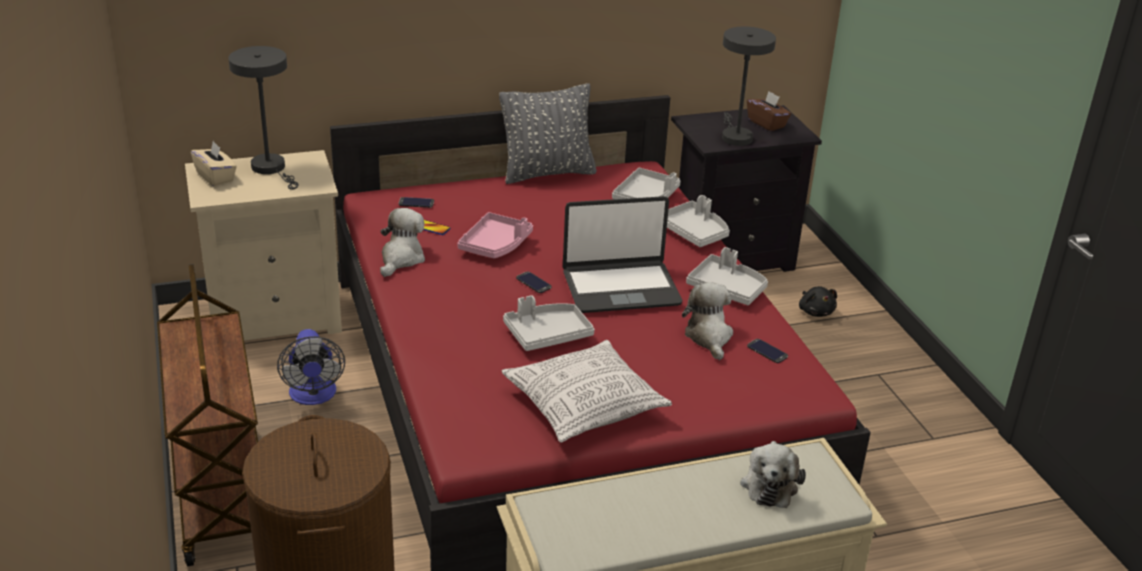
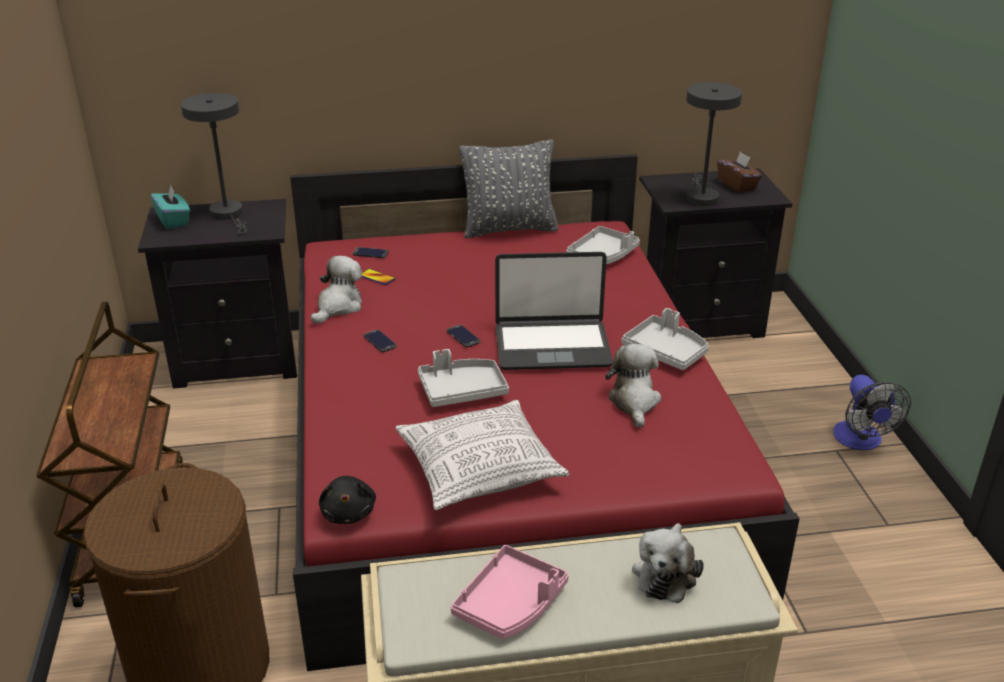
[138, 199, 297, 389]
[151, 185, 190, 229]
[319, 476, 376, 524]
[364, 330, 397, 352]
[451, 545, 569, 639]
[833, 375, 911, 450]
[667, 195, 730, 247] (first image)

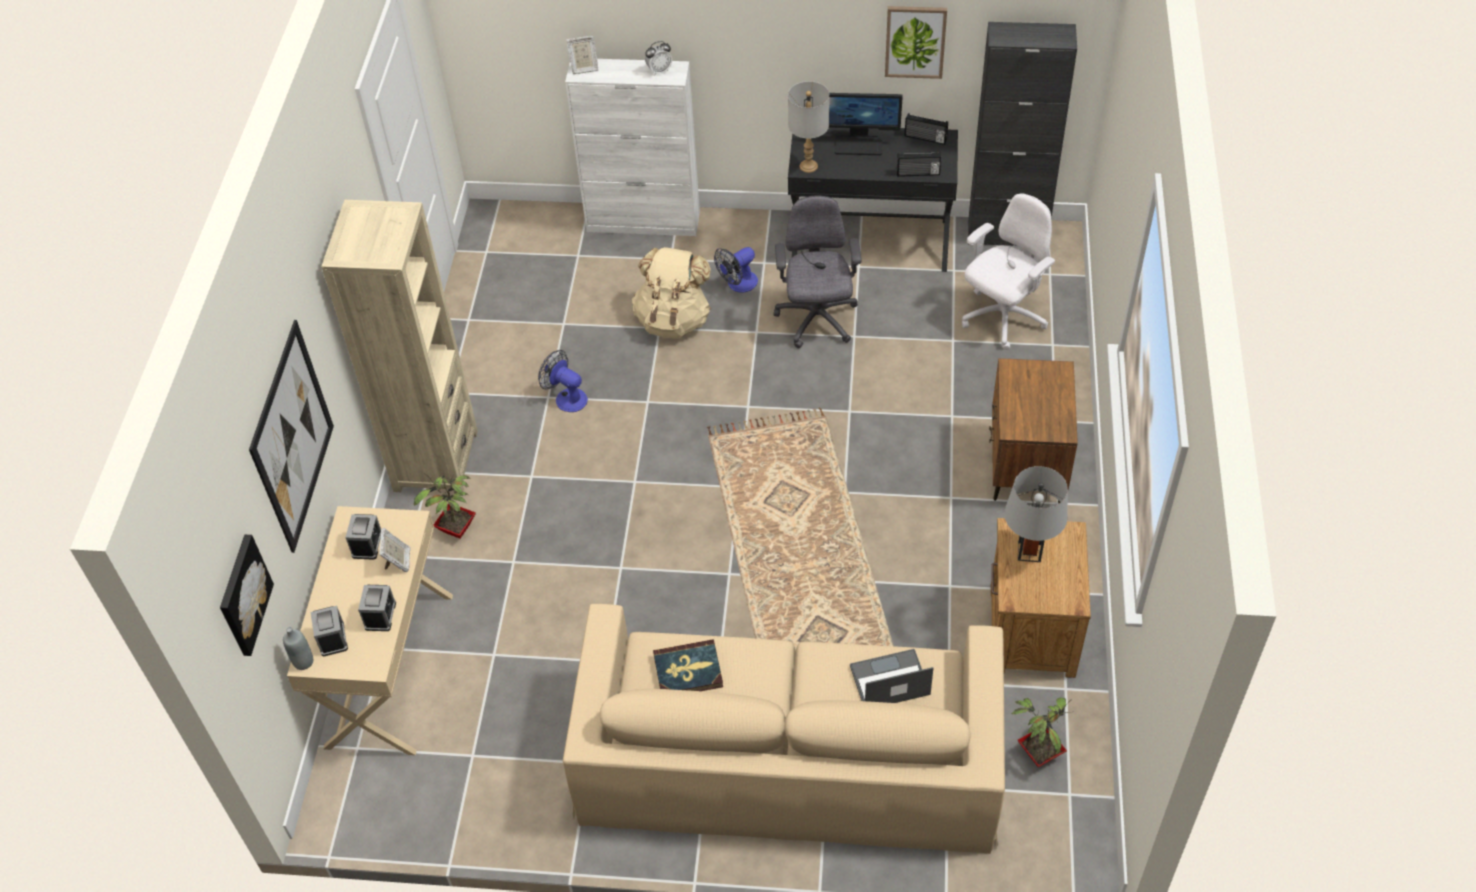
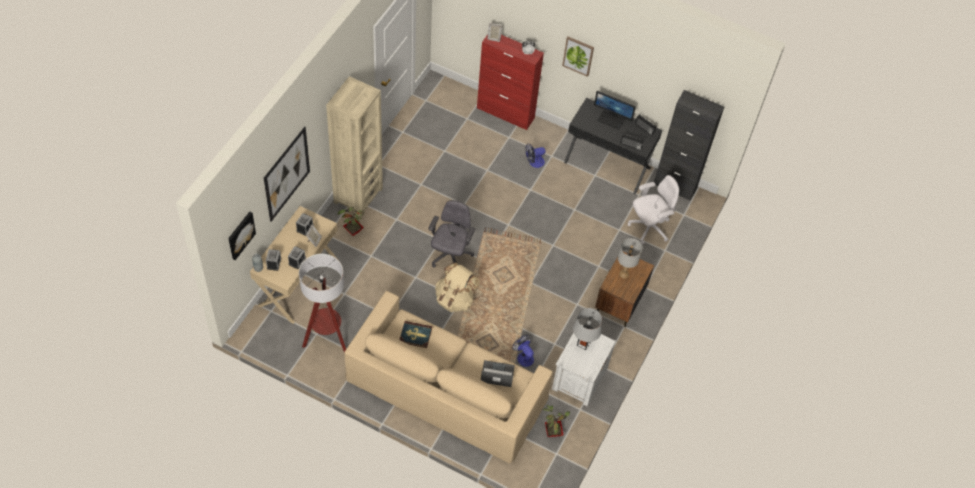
[299, 254, 346, 353]
[429, 200, 475, 268]
[435, 262, 480, 312]
[477, 35, 544, 130]
[512, 335, 534, 367]
[552, 325, 616, 406]
[562, 37, 594, 77]
[618, 238, 643, 279]

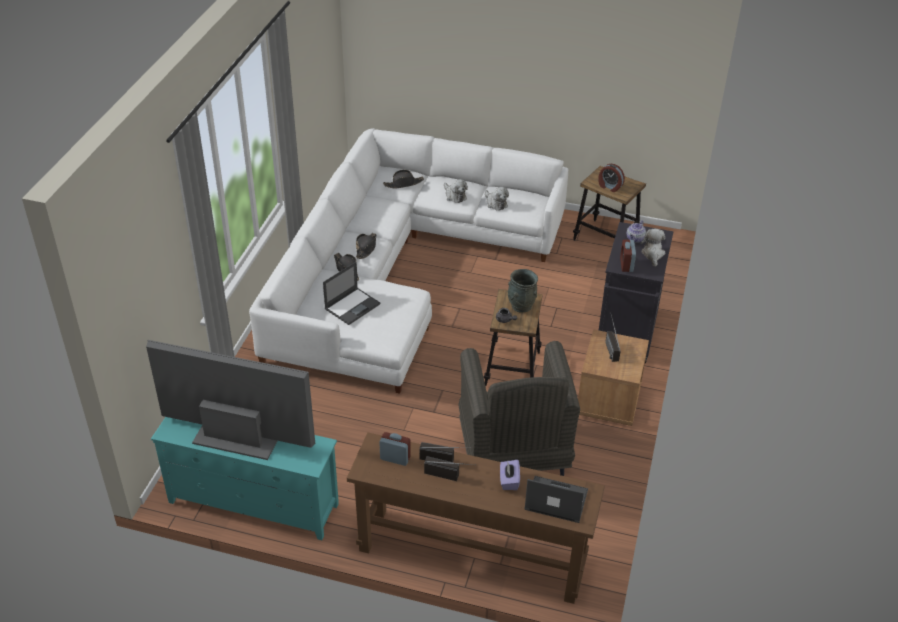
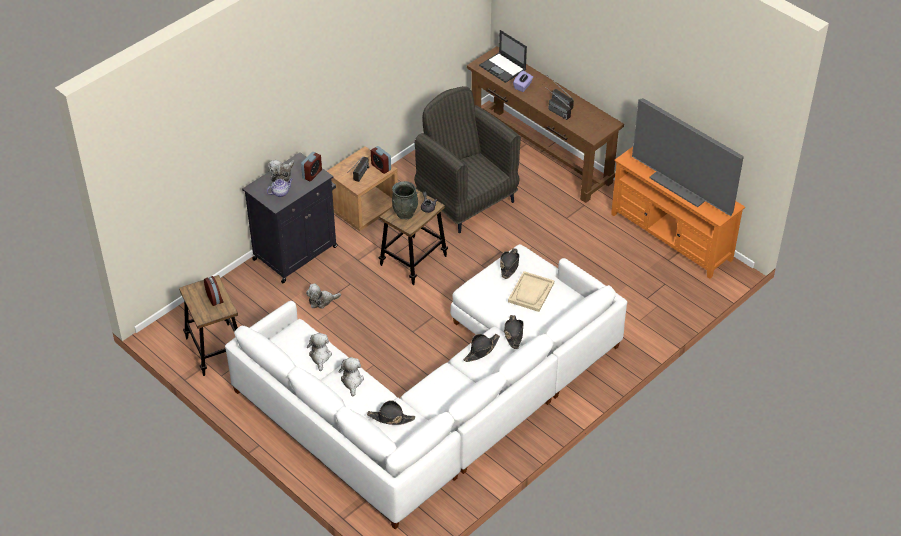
[306, 284, 341, 309]
[371, 146, 391, 174]
[414, 86, 521, 233]
[500, 248, 519, 279]
[508, 271, 554, 312]
[611, 147, 745, 279]

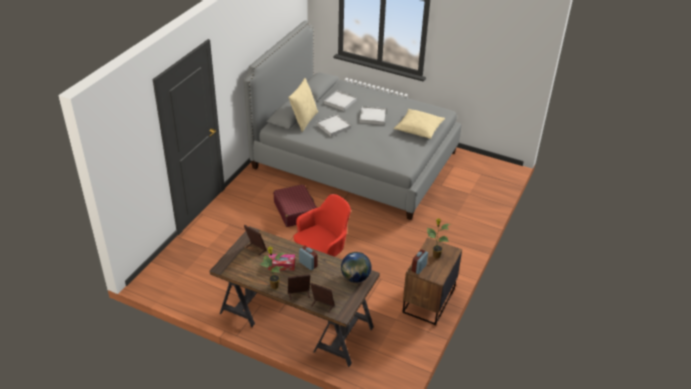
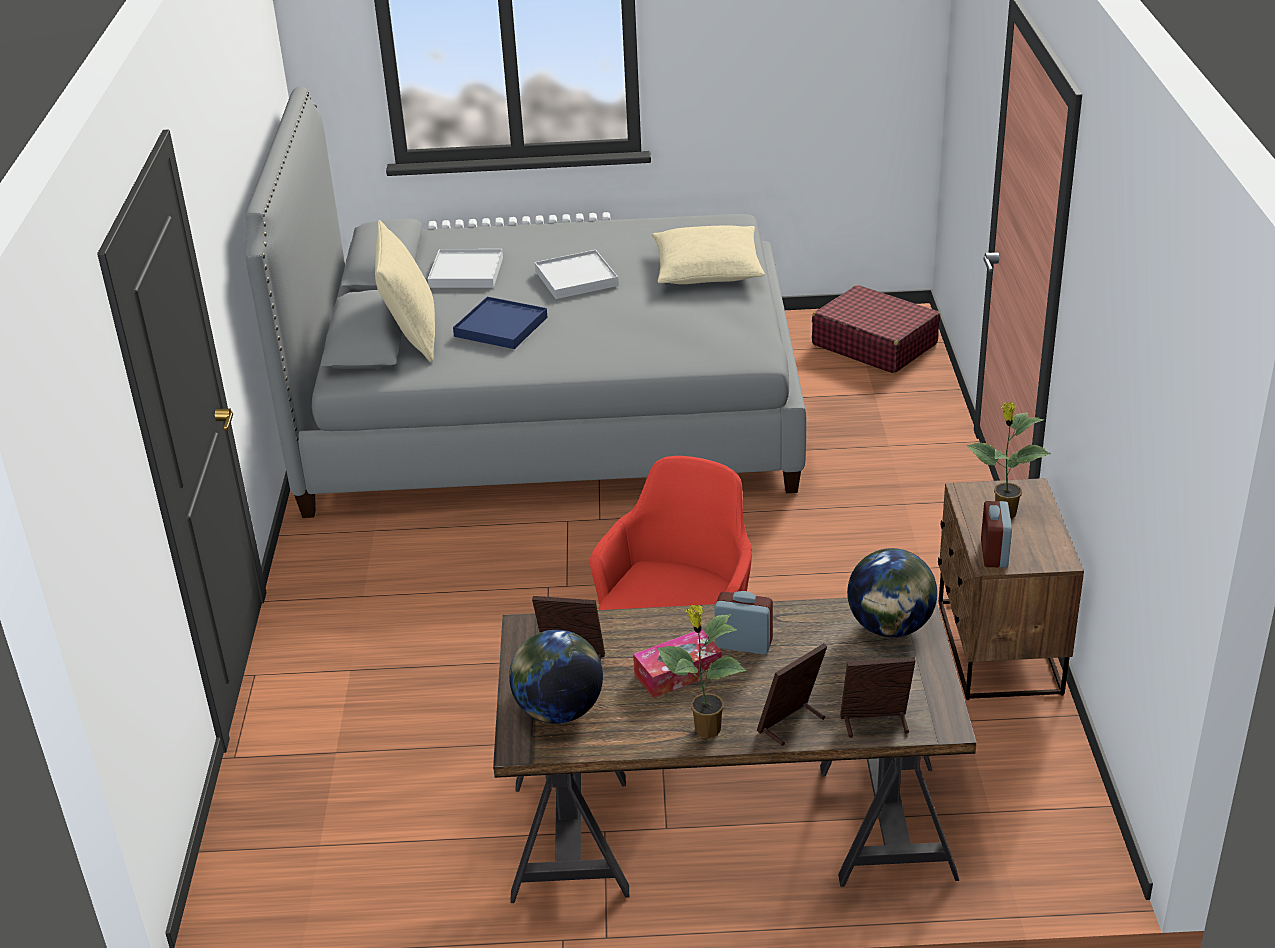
[453, 297, 547, 349]
[509, 629, 603, 724]
[812, 285, 941, 373]

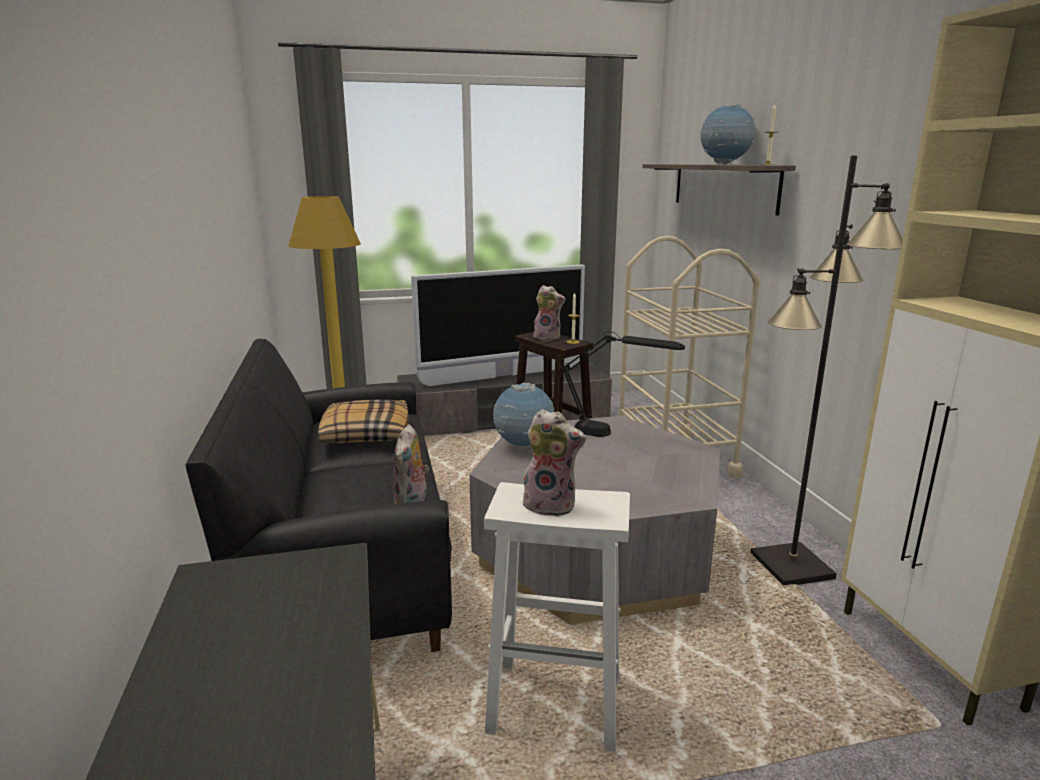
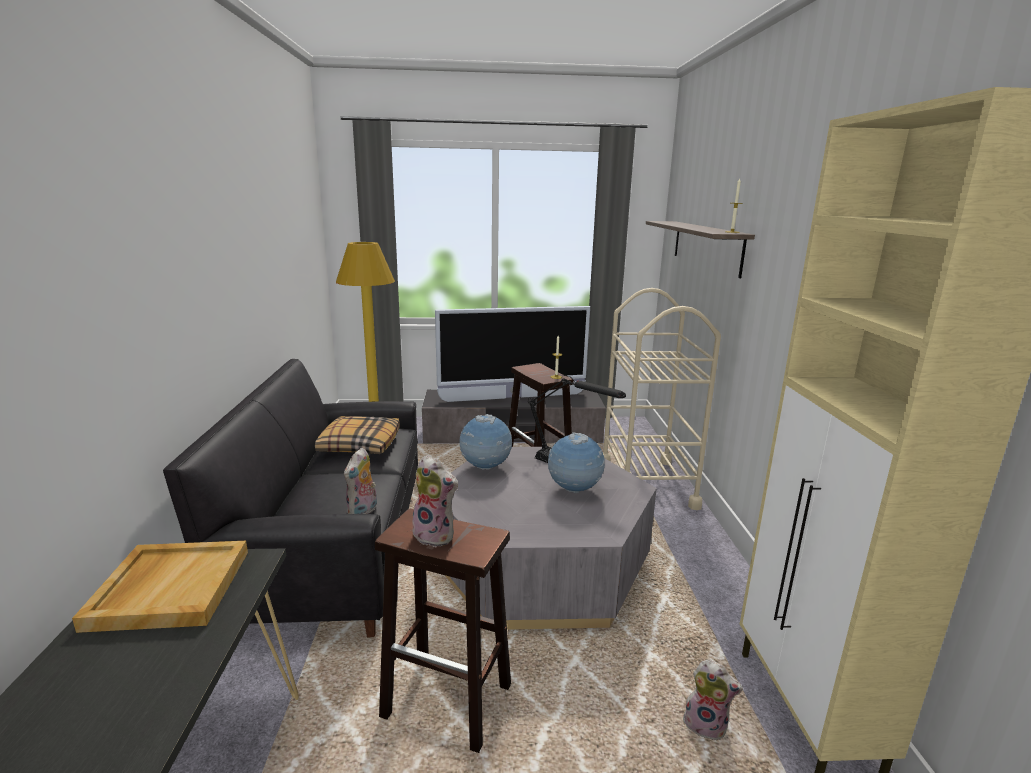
[72, 541, 248, 633]
[375, 509, 511, 753]
[548, 432, 605, 493]
[683, 660, 743, 740]
[750, 155, 903, 585] (first image)

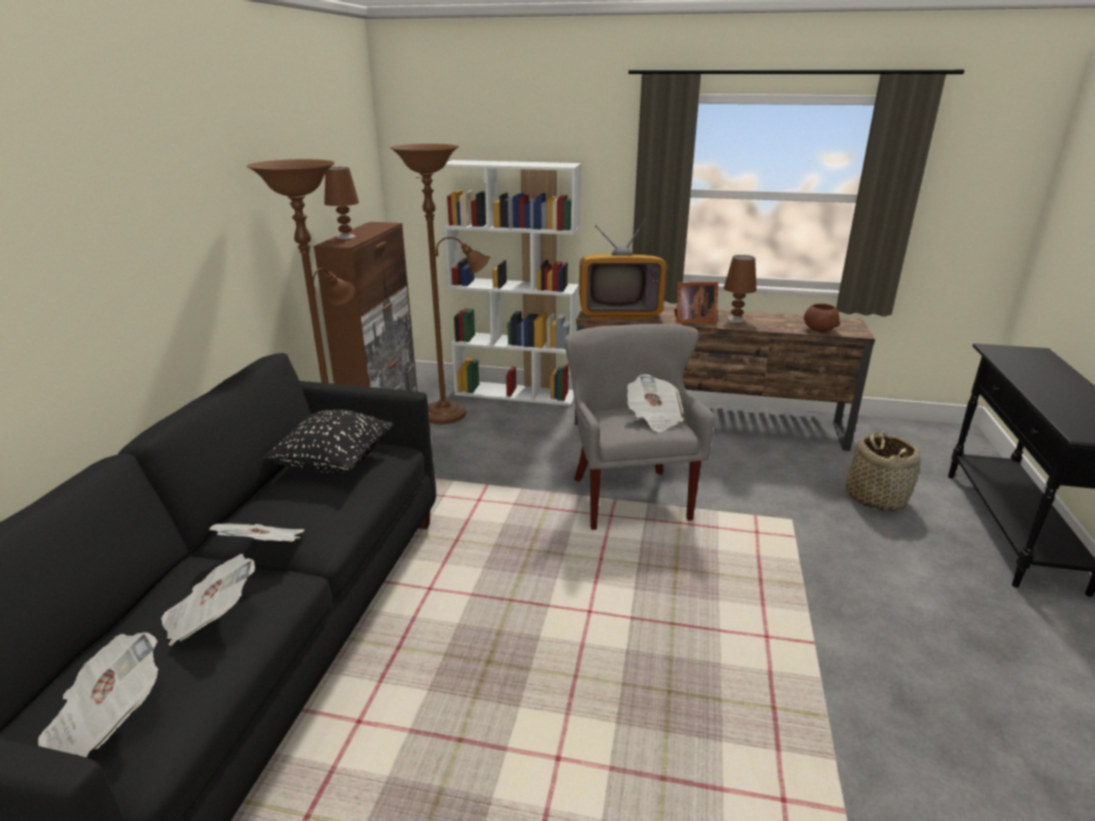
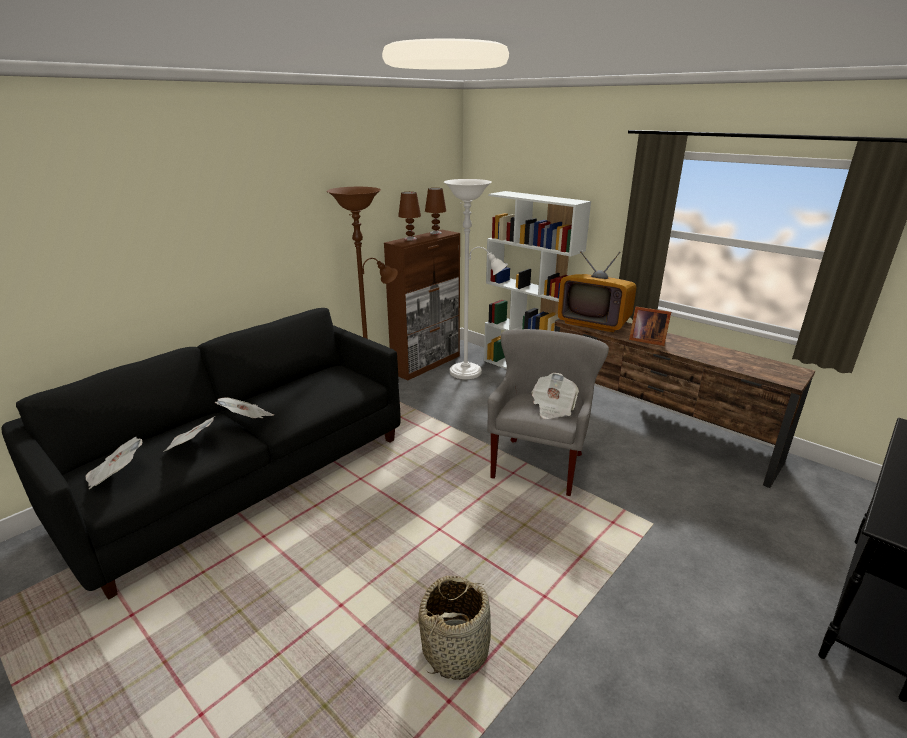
[418, 575, 491, 680]
[425, 188, 446, 234]
[444, 179, 508, 379]
[263, 410, 393, 473] (first image)
[804, 304, 840, 332] (first image)

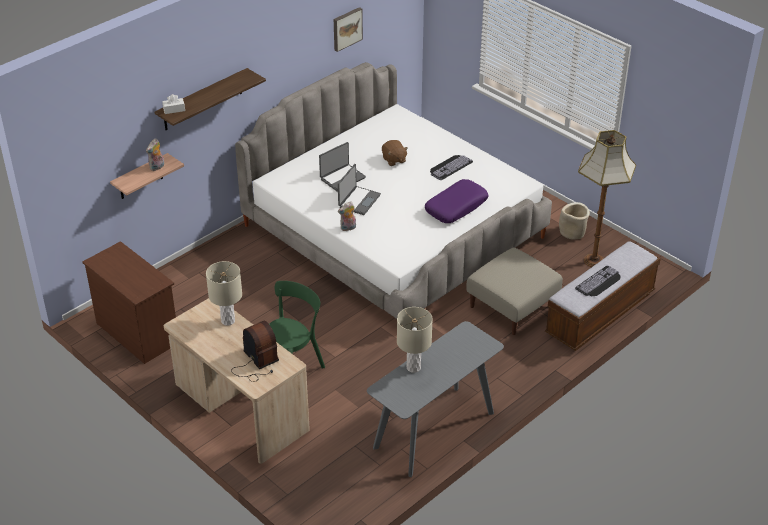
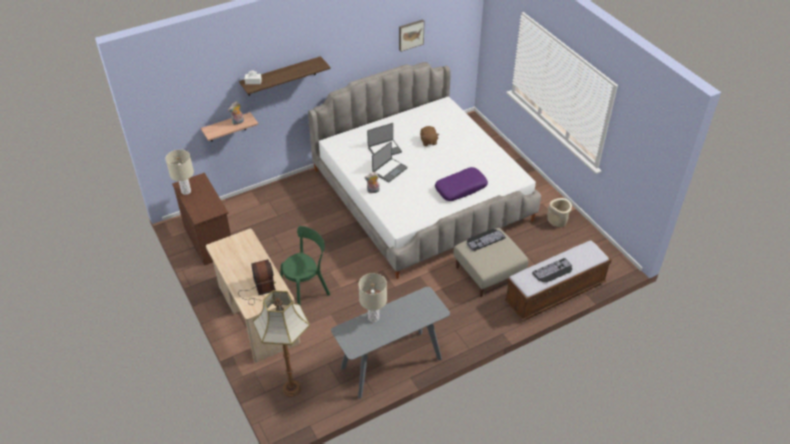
[166, 149, 194, 195]
[253, 290, 310, 397]
[467, 229, 506, 251]

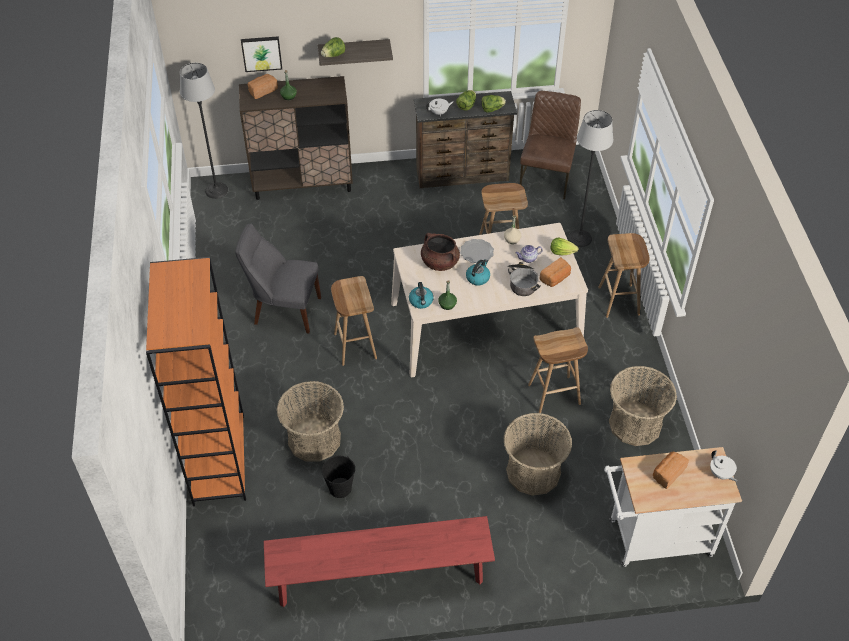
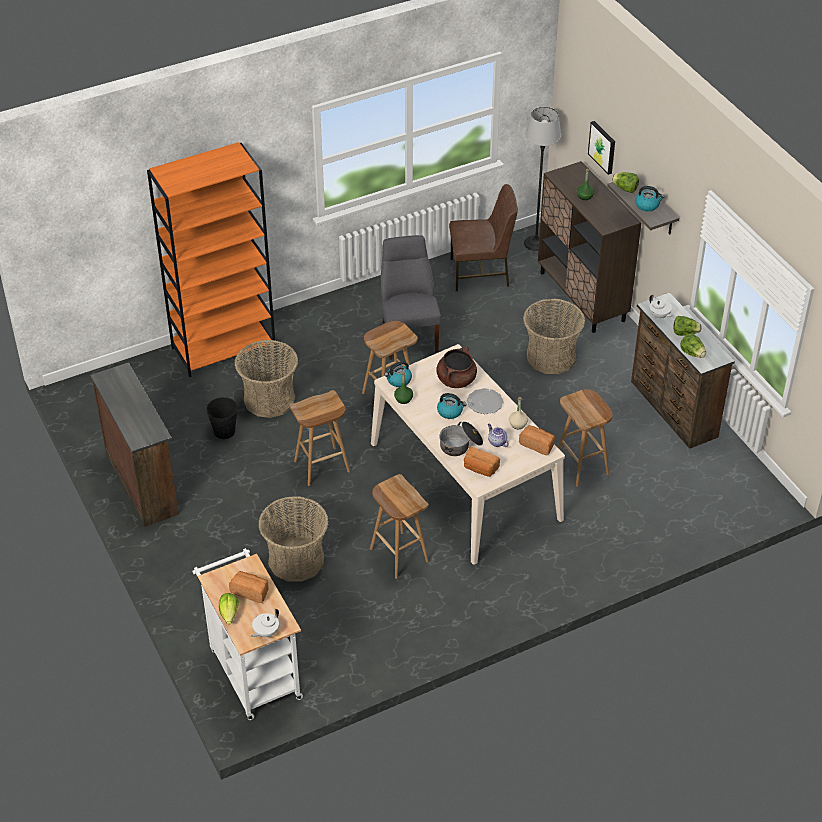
[90, 362, 179, 527]
[219, 593, 239, 624]
[290, 390, 350, 486]
[449, 184, 518, 291]
[519, 425, 555, 455]
[523, 299, 585, 374]
[635, 186, 665, 212]
[568, 110, 613, 247] (first image)

